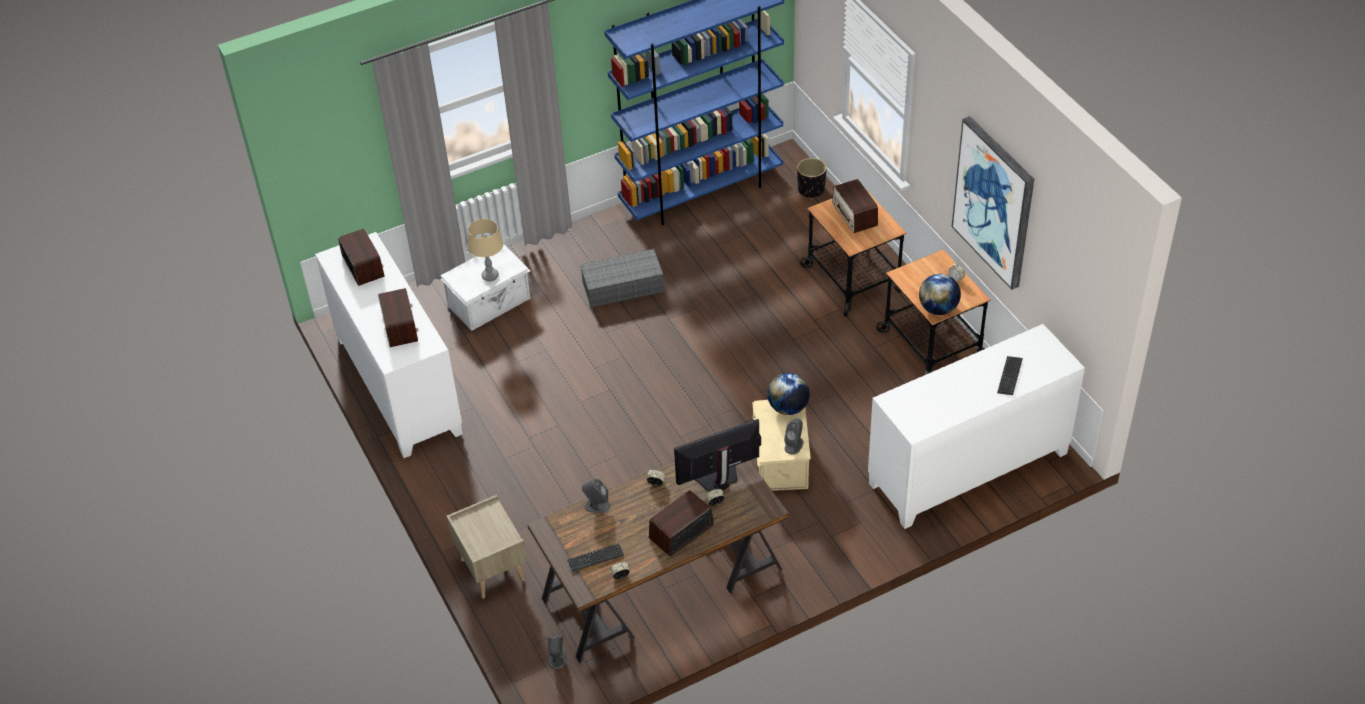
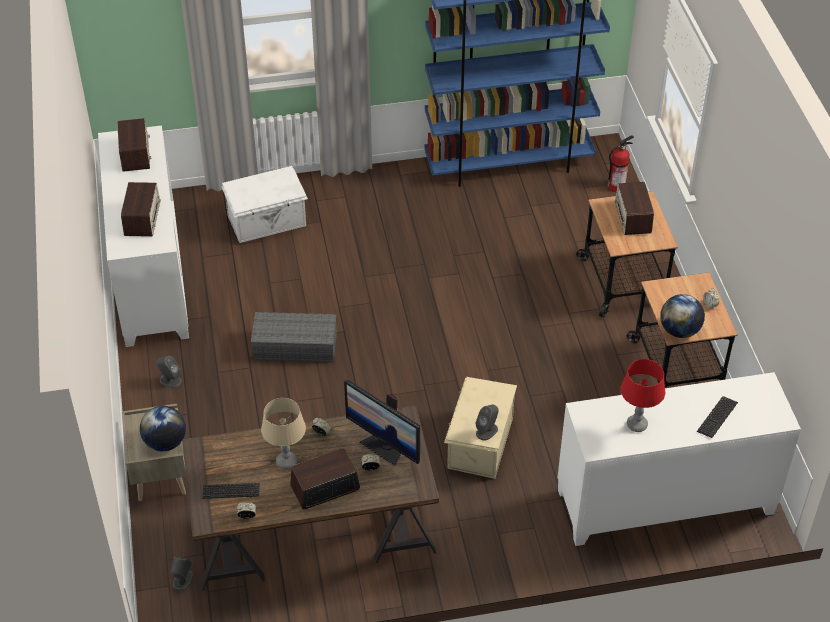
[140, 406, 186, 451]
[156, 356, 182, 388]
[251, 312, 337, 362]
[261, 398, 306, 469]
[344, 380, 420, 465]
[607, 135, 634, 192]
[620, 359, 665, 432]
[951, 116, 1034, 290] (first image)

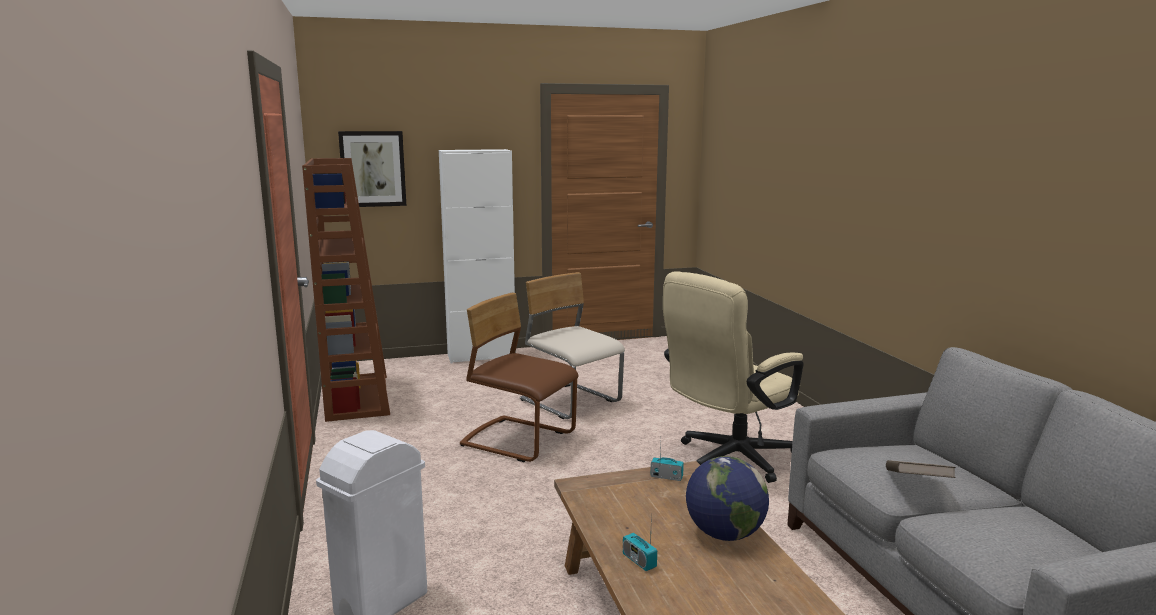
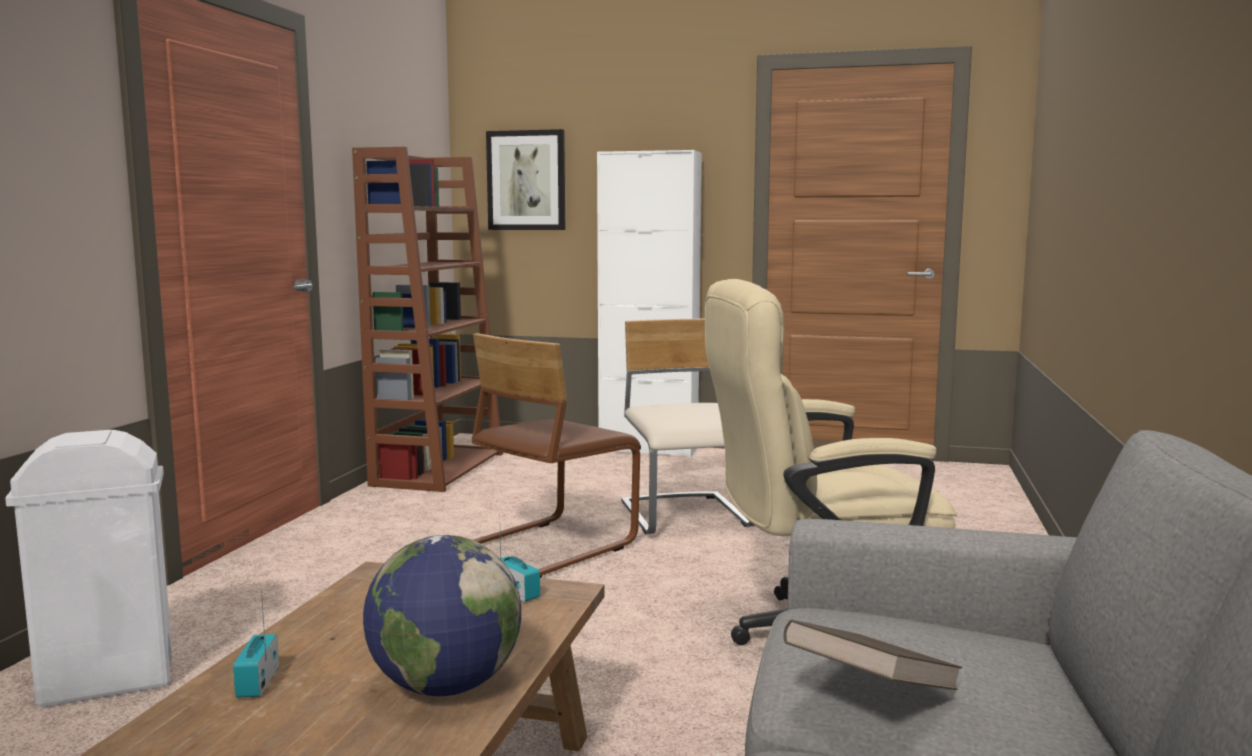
[472, 333, 641, 578]

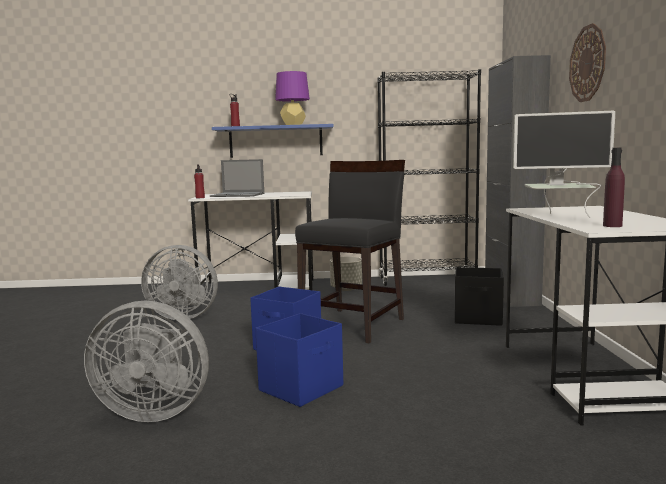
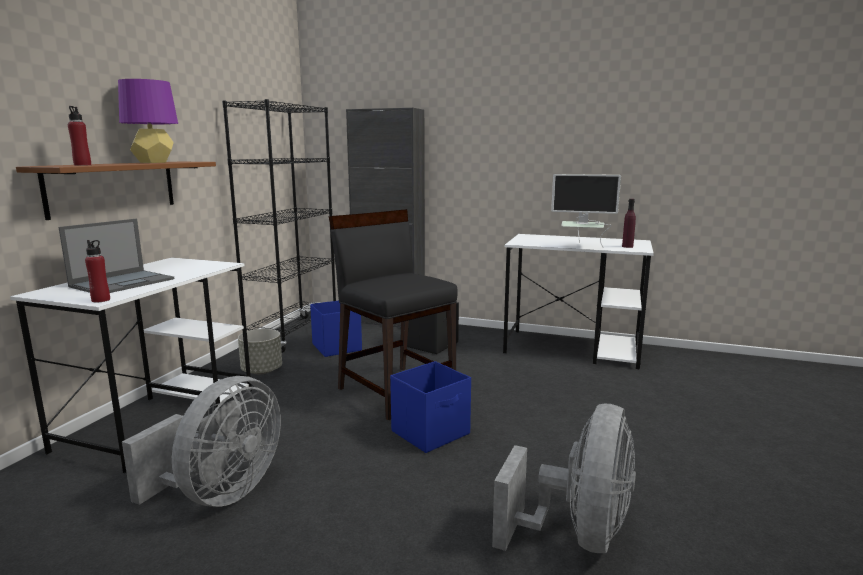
[16, 162, 216, 220]
[310, 301, 362, 357]
[551, 174, 621, 248]
[569, 23, 606, 102] (first image)

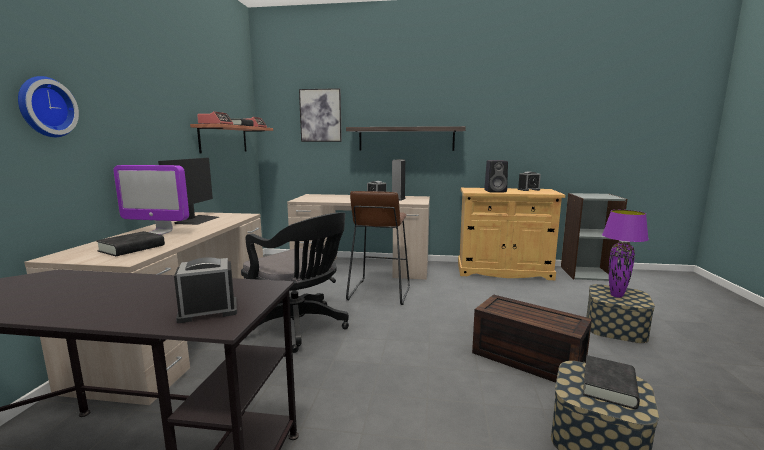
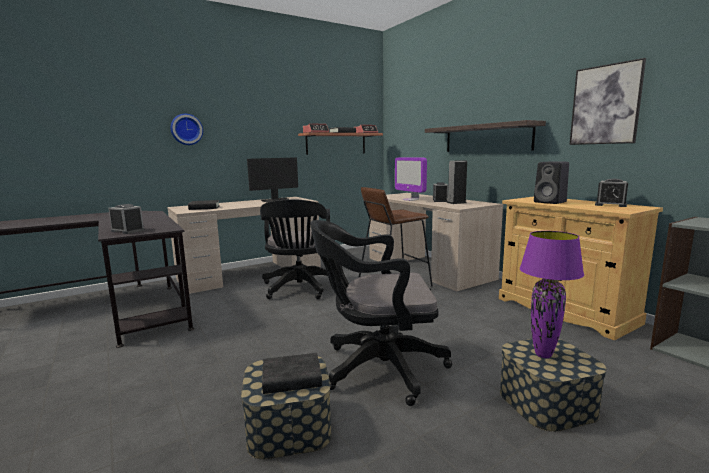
[310, 220, 452, 406]
[395, 158, 427, 201]
[570, 58, 646, 145]

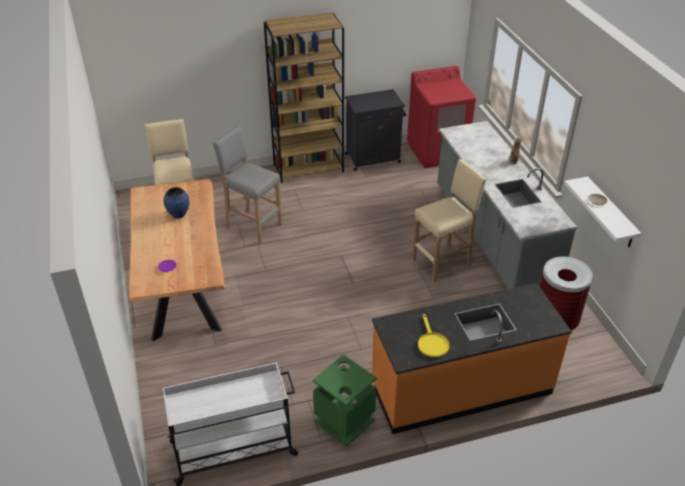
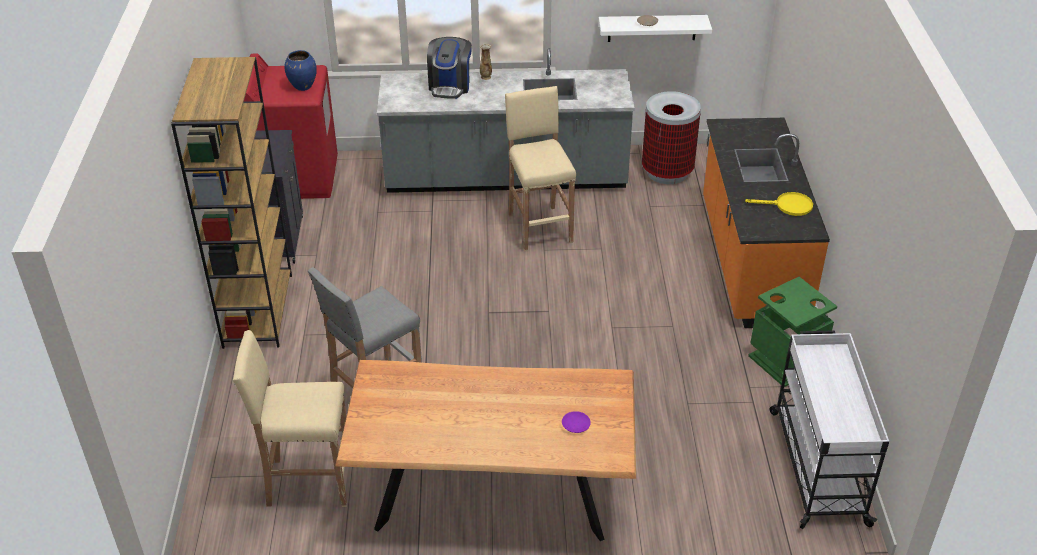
[284, 50, 317, 91]
[427, 37, 472, 99]

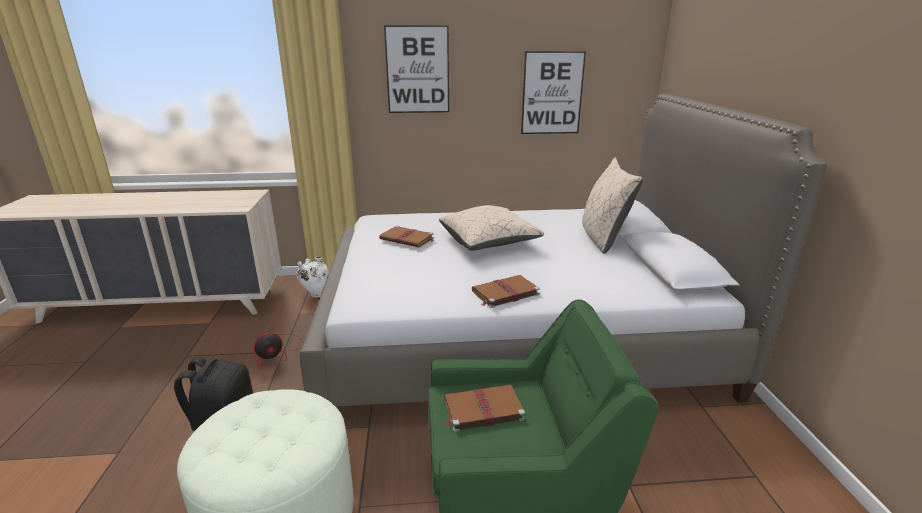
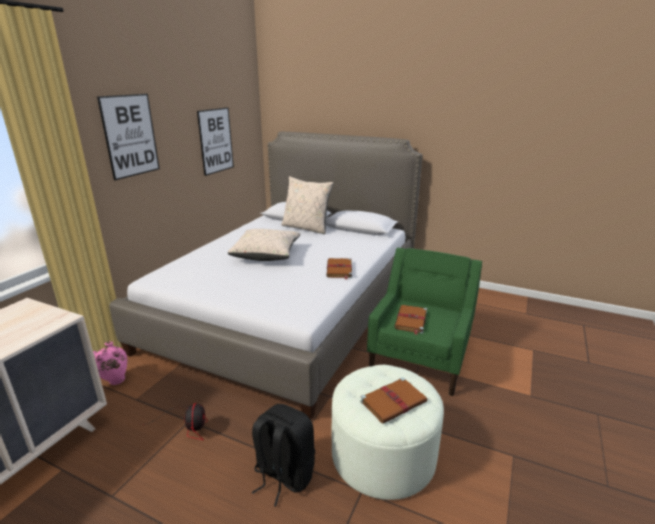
[93, 341, 127, 385]
[360, 377, 427, 424]

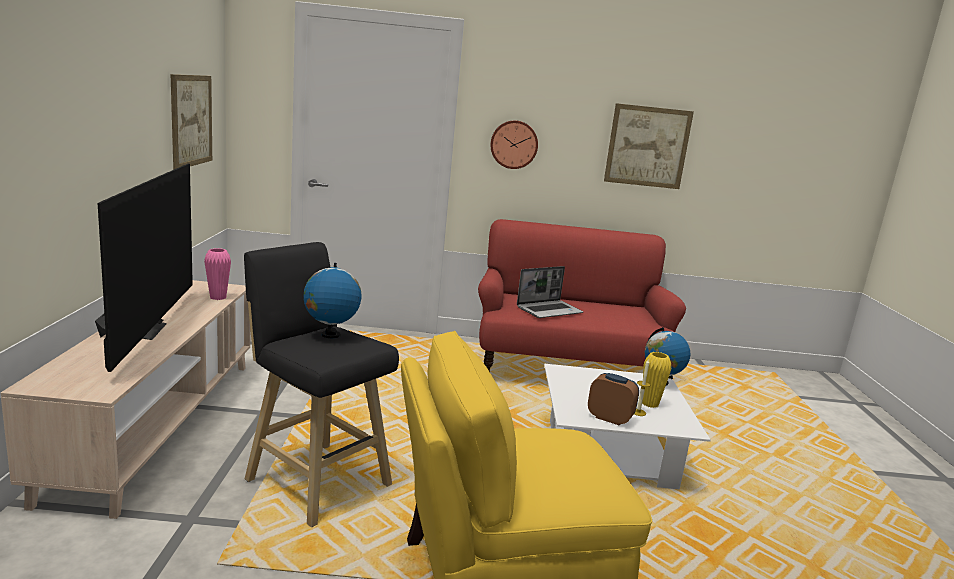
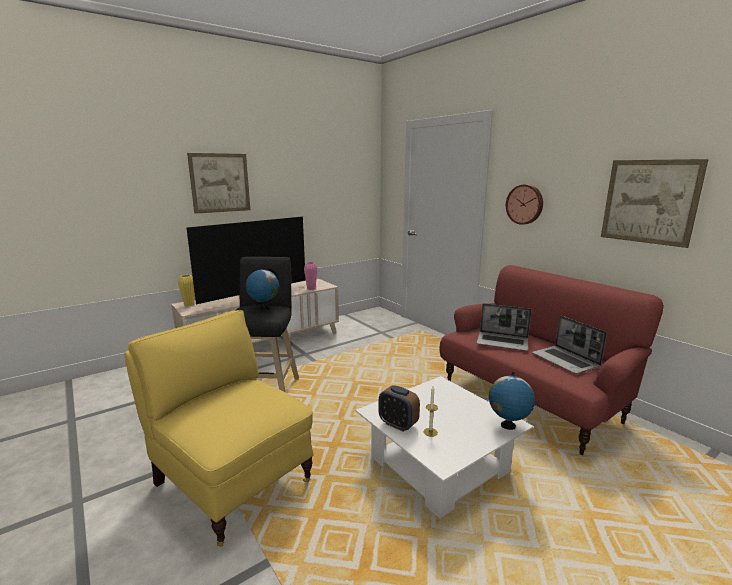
[178, 275, 195, 306]
[187, 153, 250, 214]
[379, 385, 420, 432]
[532, 316, 607, 374]

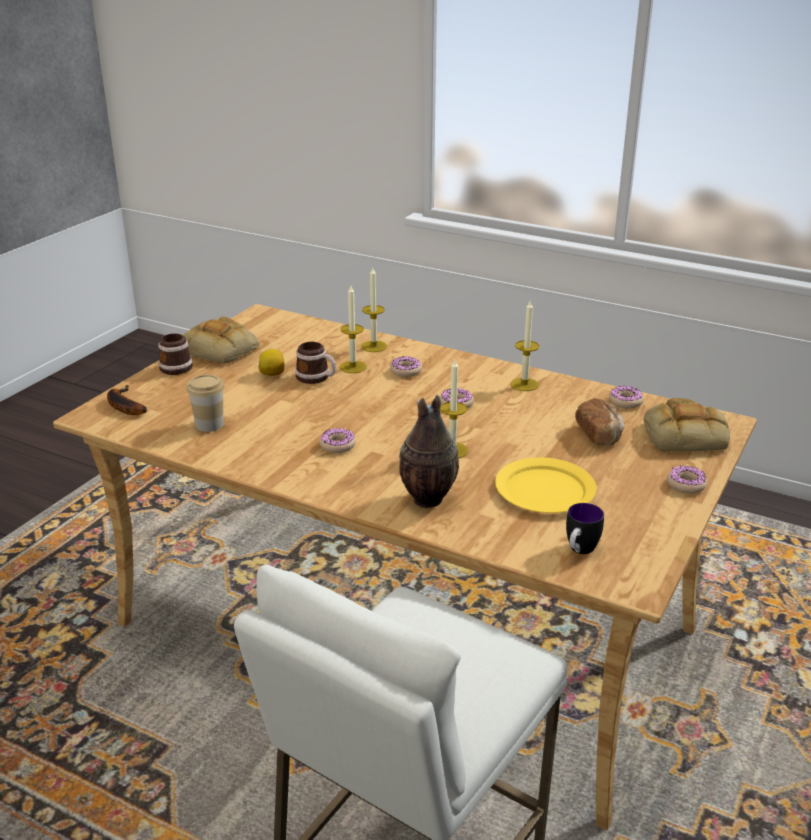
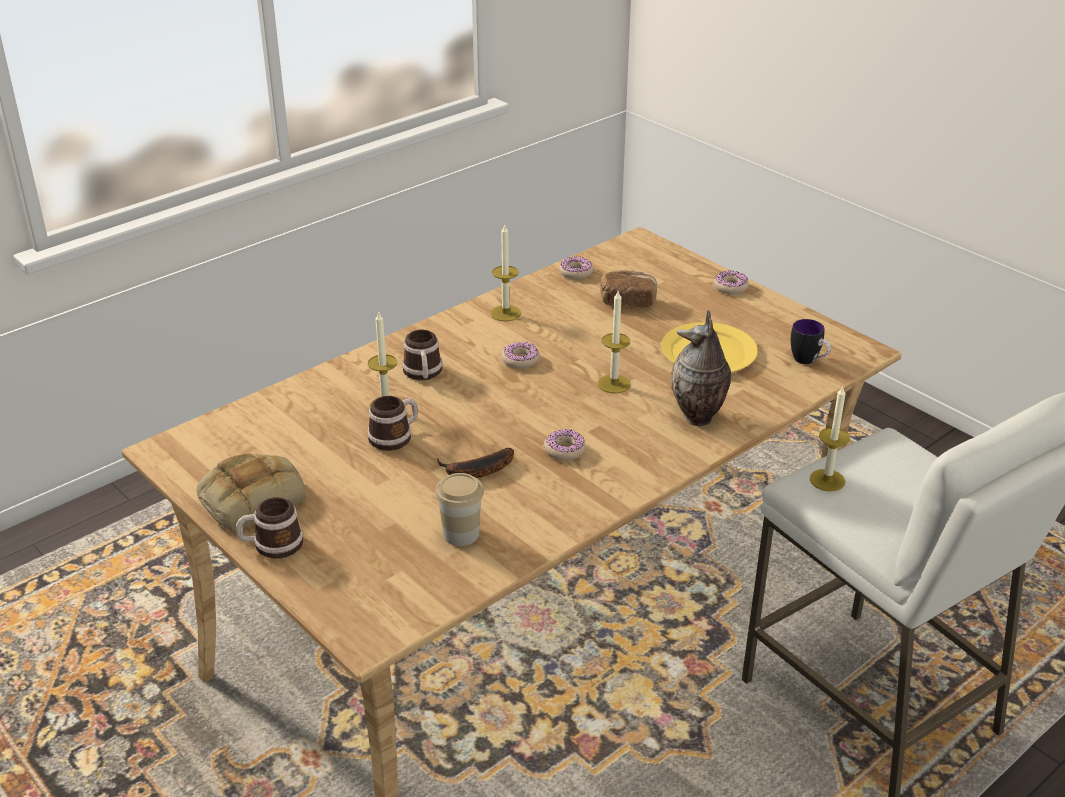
[402, 330, 442, 380]
[437, 448, 514, 478]
[810, 386, 850, 492]
[258, 349, 285, 376] (first image)
[643, 398, 730, 451] (first image)

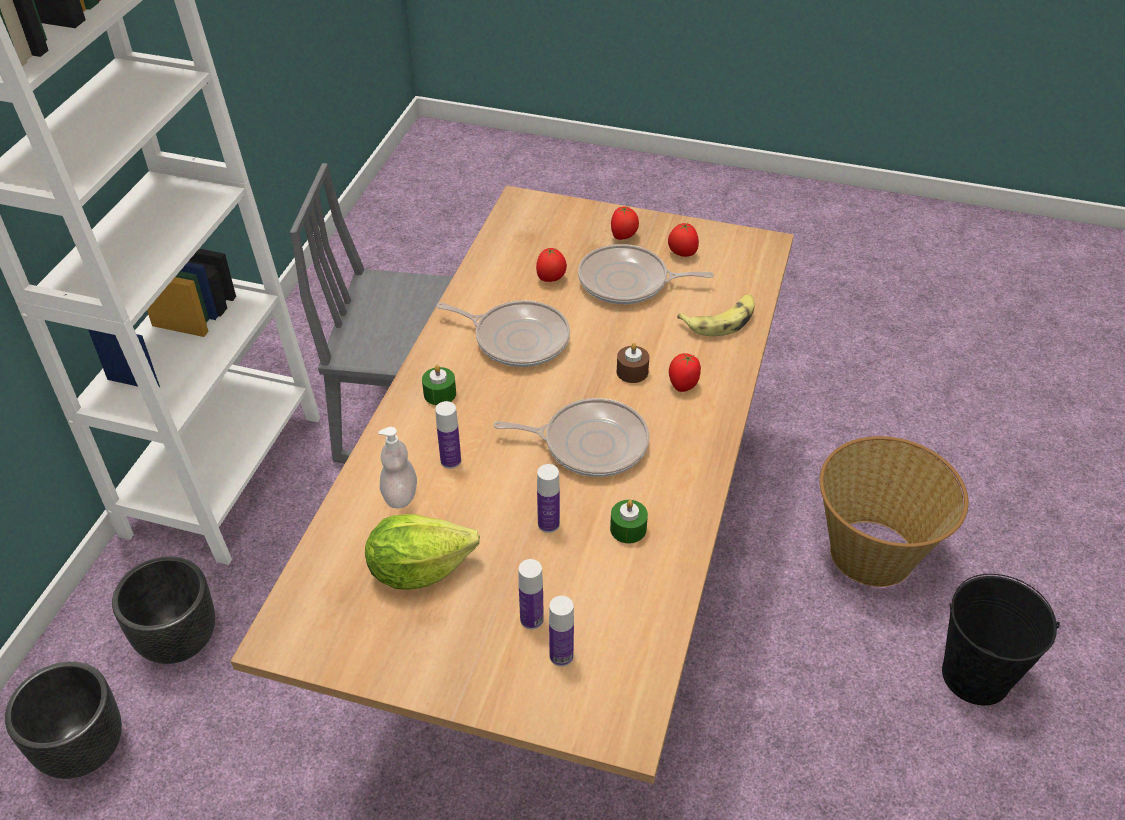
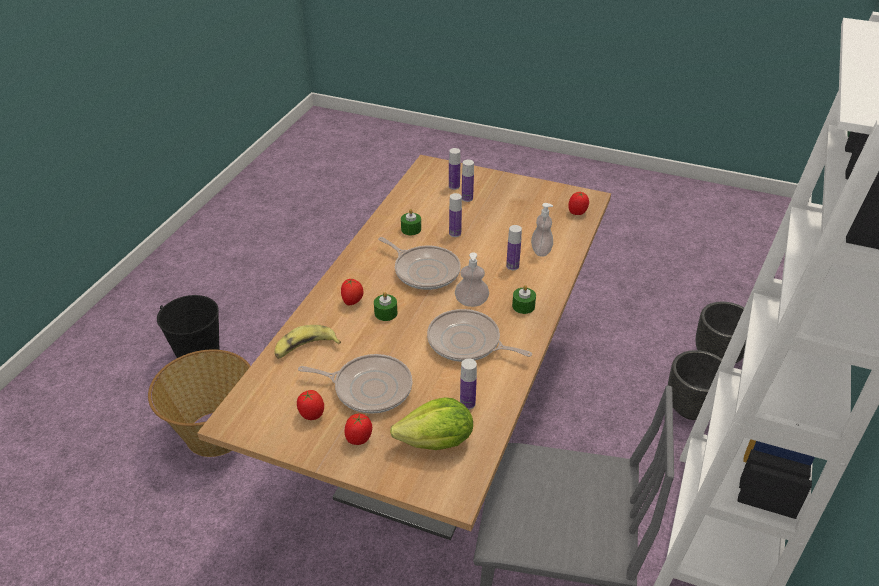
[374, 292, 397, 321]
[378, 237, 461, 290]
[390, 397, 473, 450]
[455, 252, 489, 307]
[460, 359, 477, 410]
[568, 192, 589, 215]

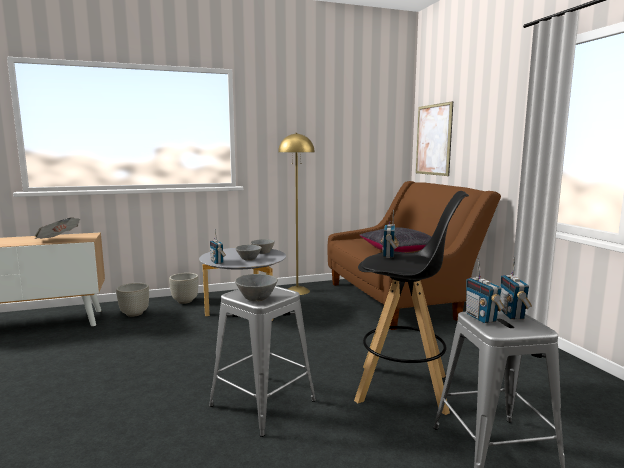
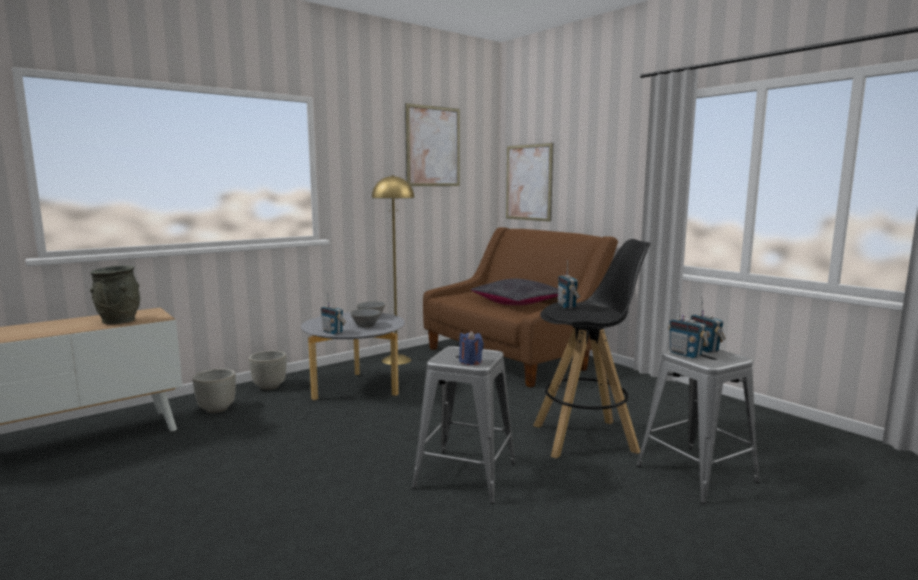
[90, 265, 140, 324]
[405, 103, 460, 186]
[459, 331, 484, 365]

